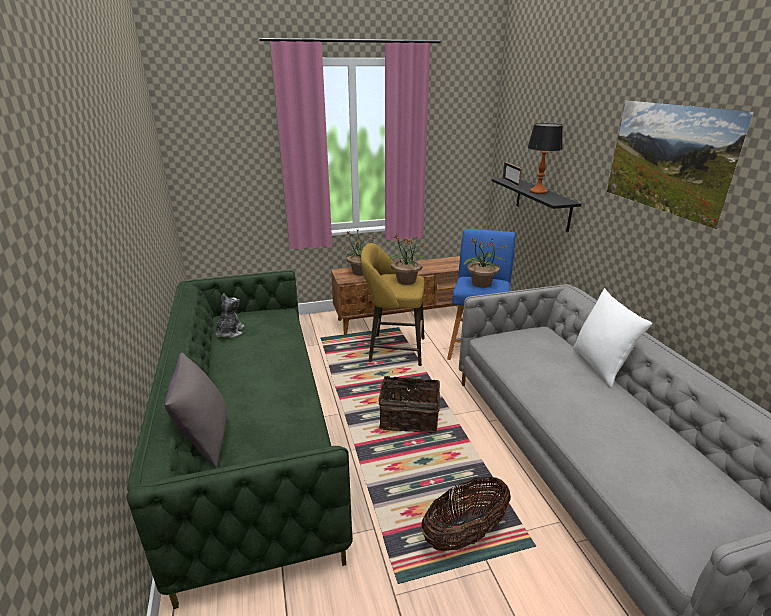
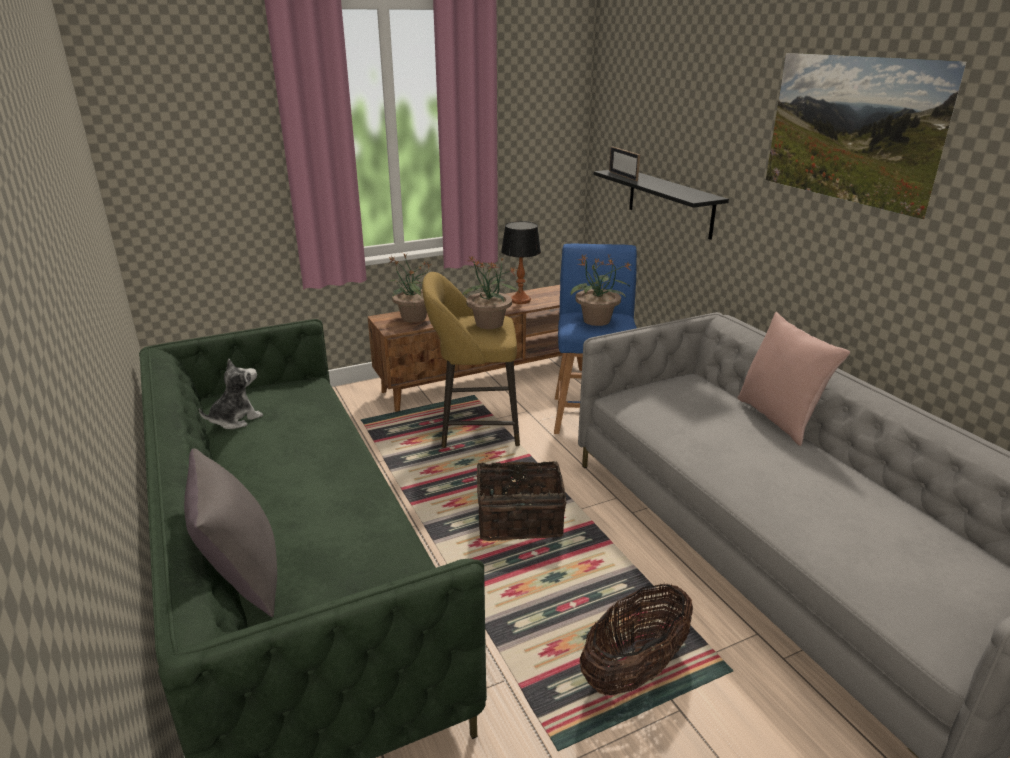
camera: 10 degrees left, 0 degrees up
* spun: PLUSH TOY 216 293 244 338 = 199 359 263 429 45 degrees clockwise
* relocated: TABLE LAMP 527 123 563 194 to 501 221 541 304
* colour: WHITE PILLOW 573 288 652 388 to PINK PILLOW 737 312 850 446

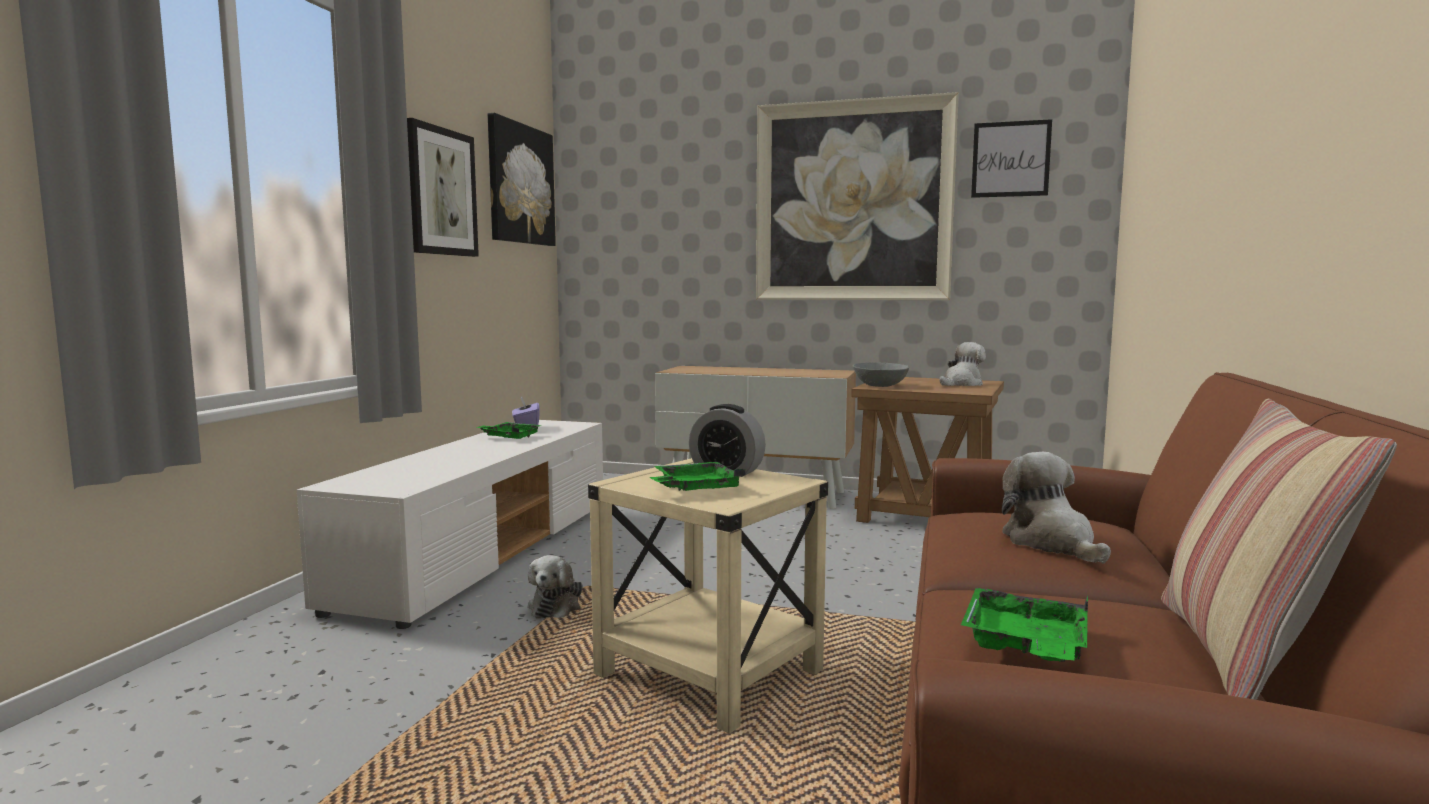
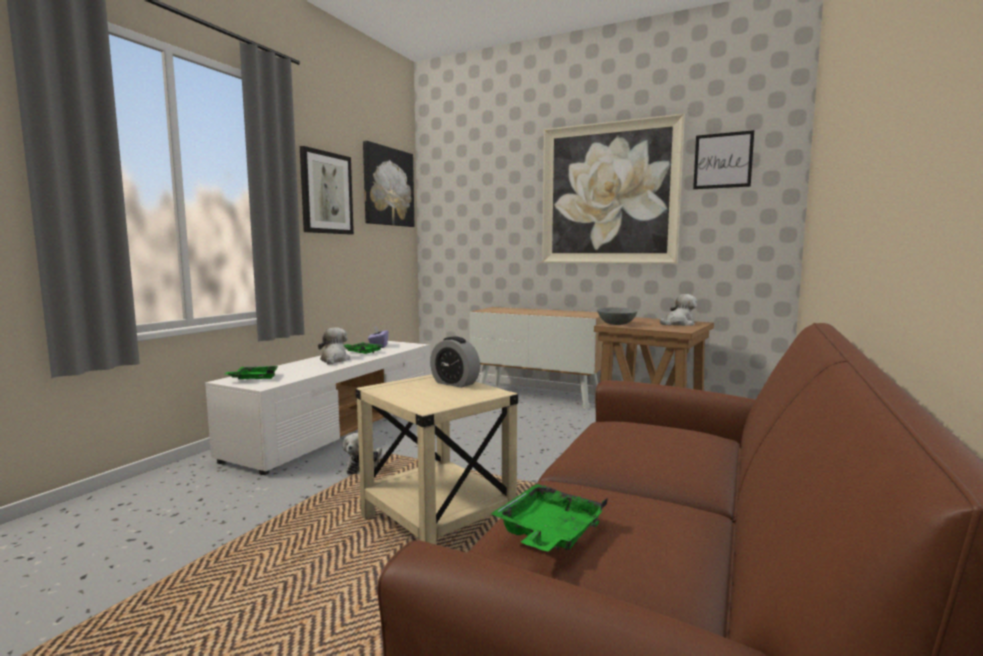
camera: 10 degrees right, 0 degrees up
* relocated: GREEN TRAY 650 462 745 491 to 225 366 278 379
* relocated: PLUSH TOY 1002 452 1111 564 to 318 328 350 365
* missing: PILLOW 1161 399 1397 700

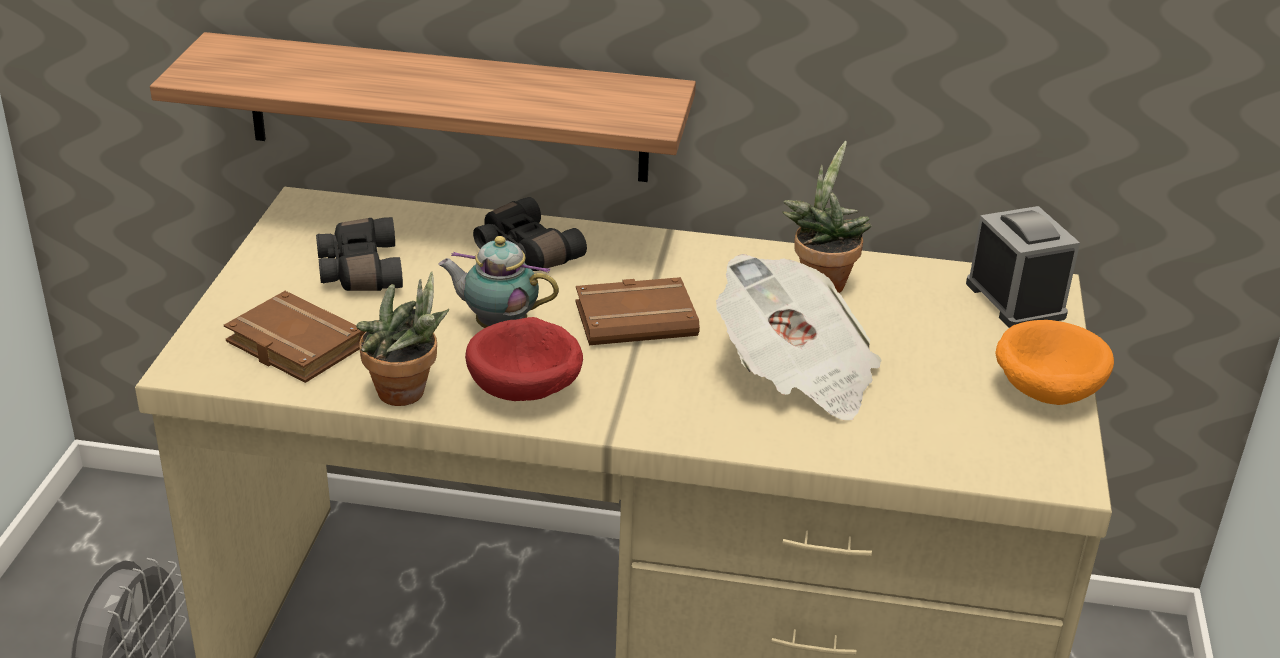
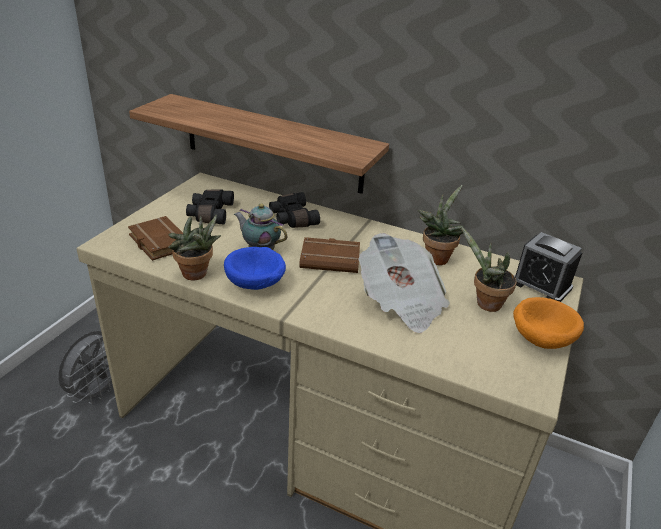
camera: 15 degrees right, 0 degrees up
* colour: RED BOWL 465 317 583 401 to BLUE BOWL 224 247 286 290
* spun: ALARM CLOCK 966 206 1080 328 = 514 232 582 302 135 degrees clockwise
* appeared: POTTED PLANT 461 226 517 312

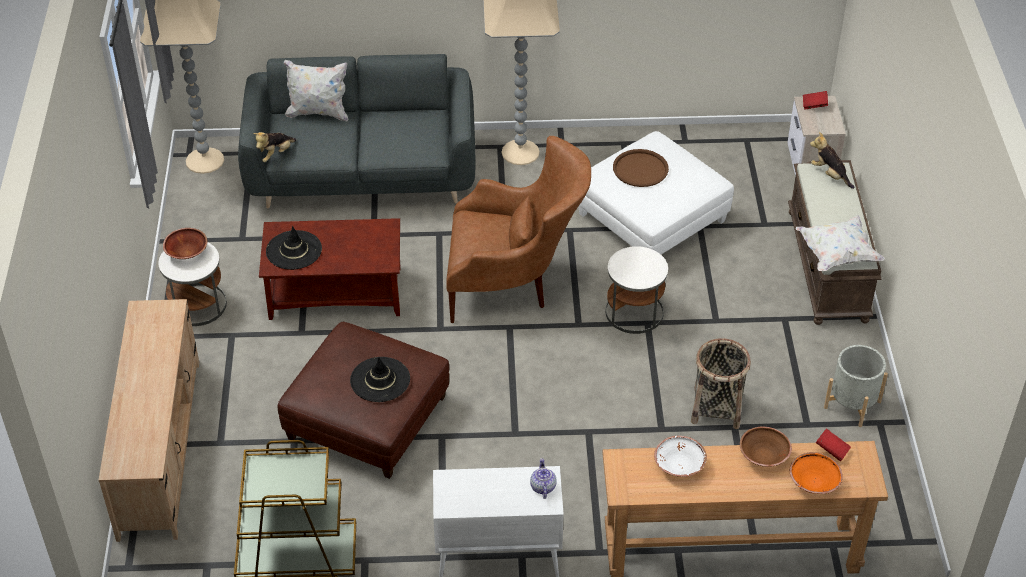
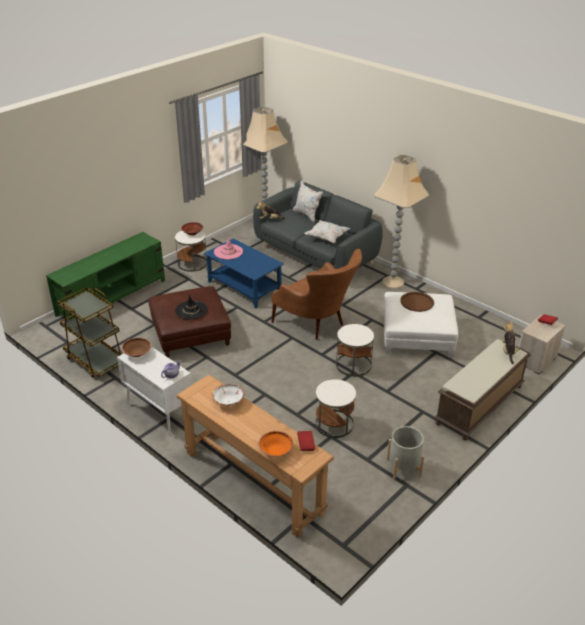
camera: 45 degrees right, 10 degrees down
* colour: BEIGE TV STAND 99 299 199 542 to GREEN TV STAND 46 232 165 320
* colour: BROWN COFFEE TABLE 259 218 401 320 to BLUE COFFEE TABLE 204 239 284 308
* colour: BLACK HAT 266 226 322 270 to PINK HAT 214 237 243 259
* exchanged: BASKET 691 338 751 429 to WHITE SIDE TABLE 315 379 356 438
* relocated: BROWN BOWL 740 427 792 467 to 122 338 151 357
* relocated: WHITE PILLOW 796 215 885 271 to 304 220 350 243

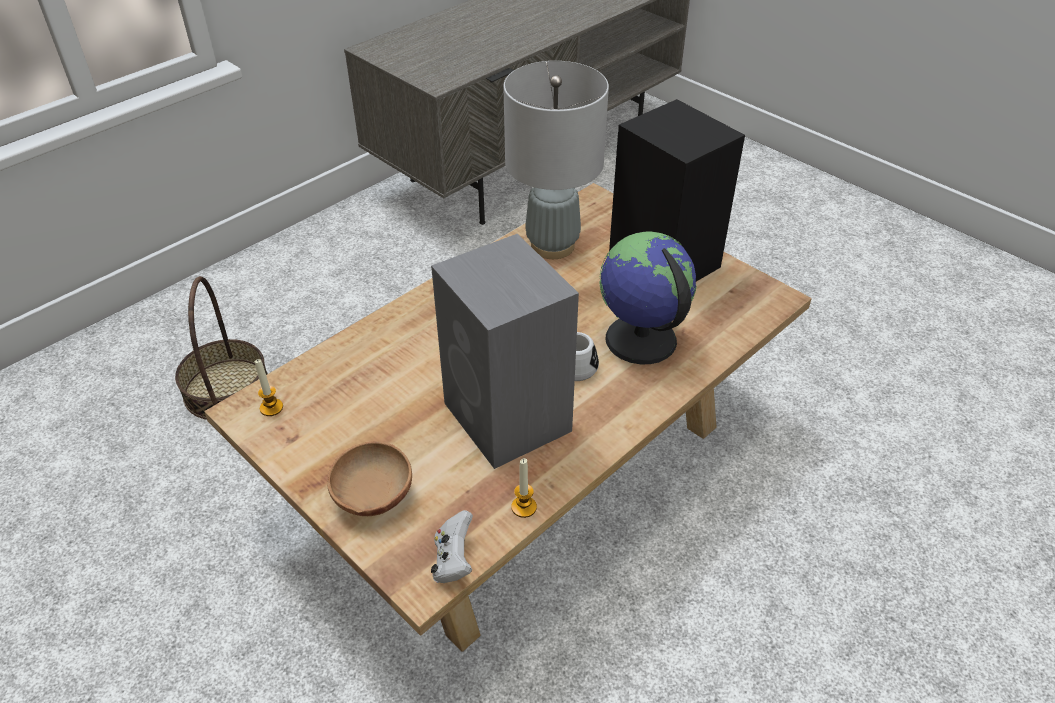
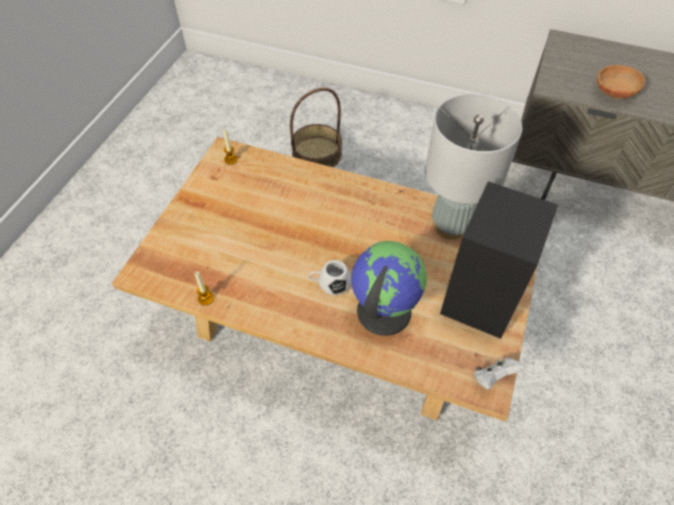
camera: 65 degrees right, 10 degrees up
* relocated: BROWN BOWL 327 441 412 516 to 597 65 645 99
* missing: GREY SPEAKER 431 234 579 469
* relocated: WHITE GAME CONTROLLER 431 510 473 583 to 474 357 525 390

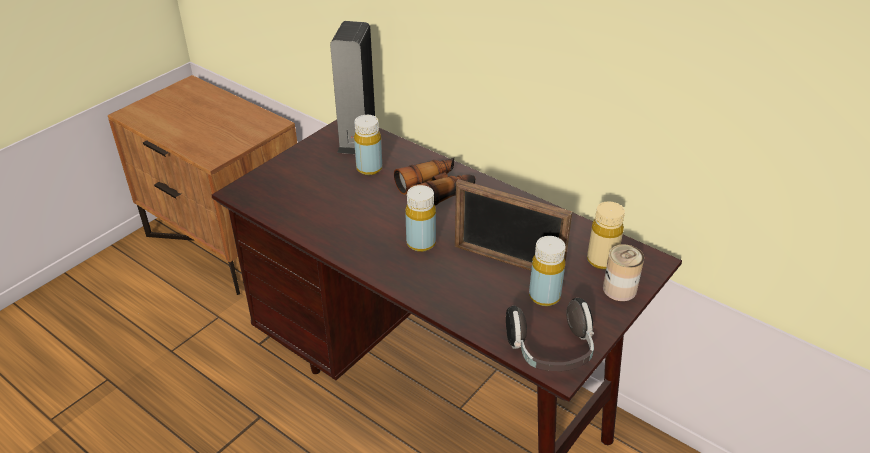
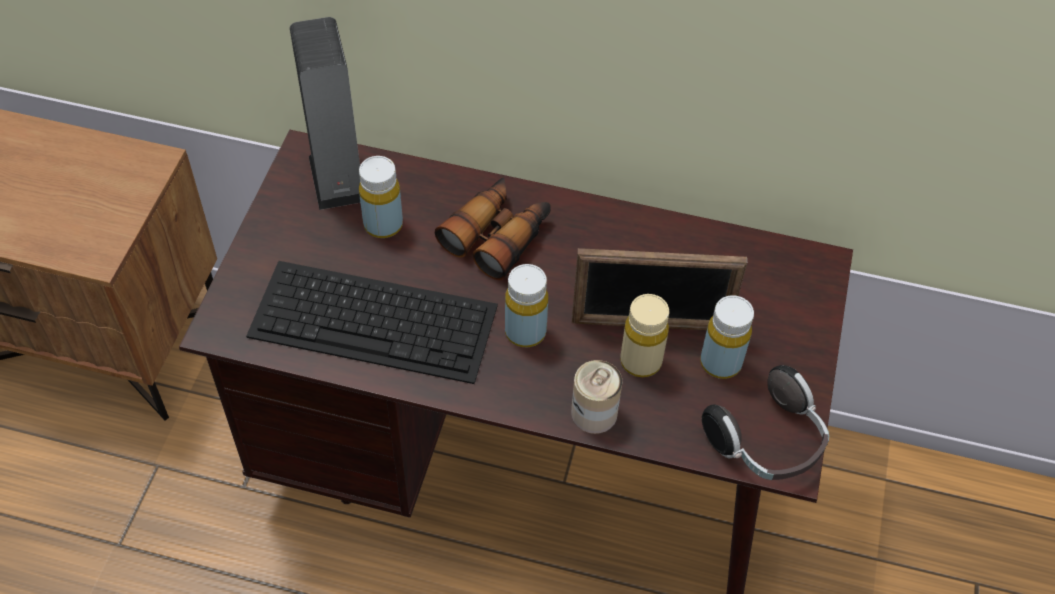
camera: 25 degrees left, 15 degrees up
* relocated: BEIGE BOTTLE 587 201 625 269 to 620 294 669 377
* relocated: CAN 603 244 644 301 to 571 360 623 434
* appeared: KEYBOARD 246 261 498 384

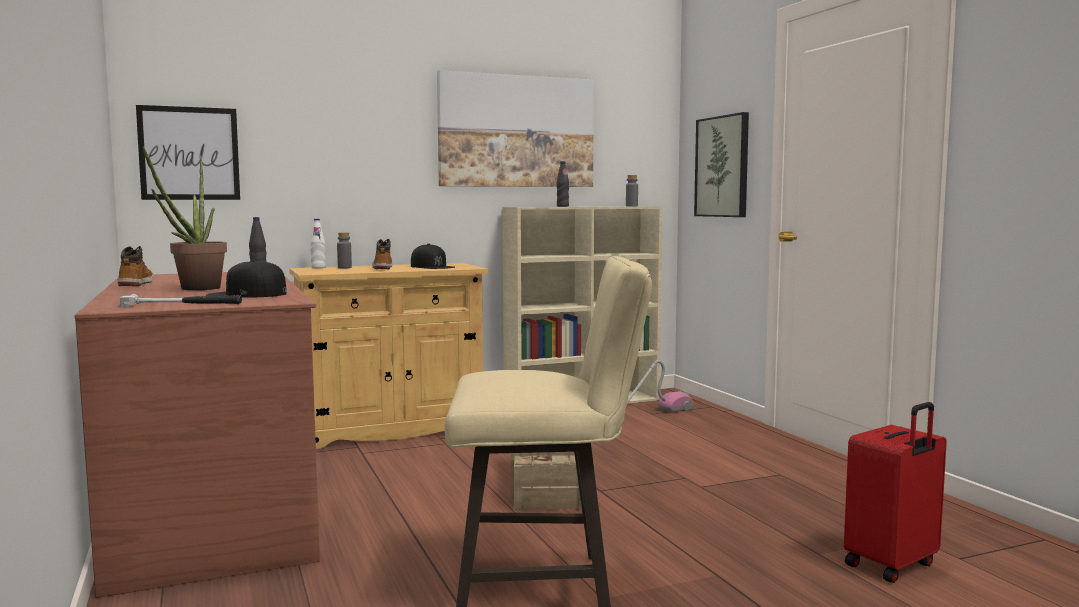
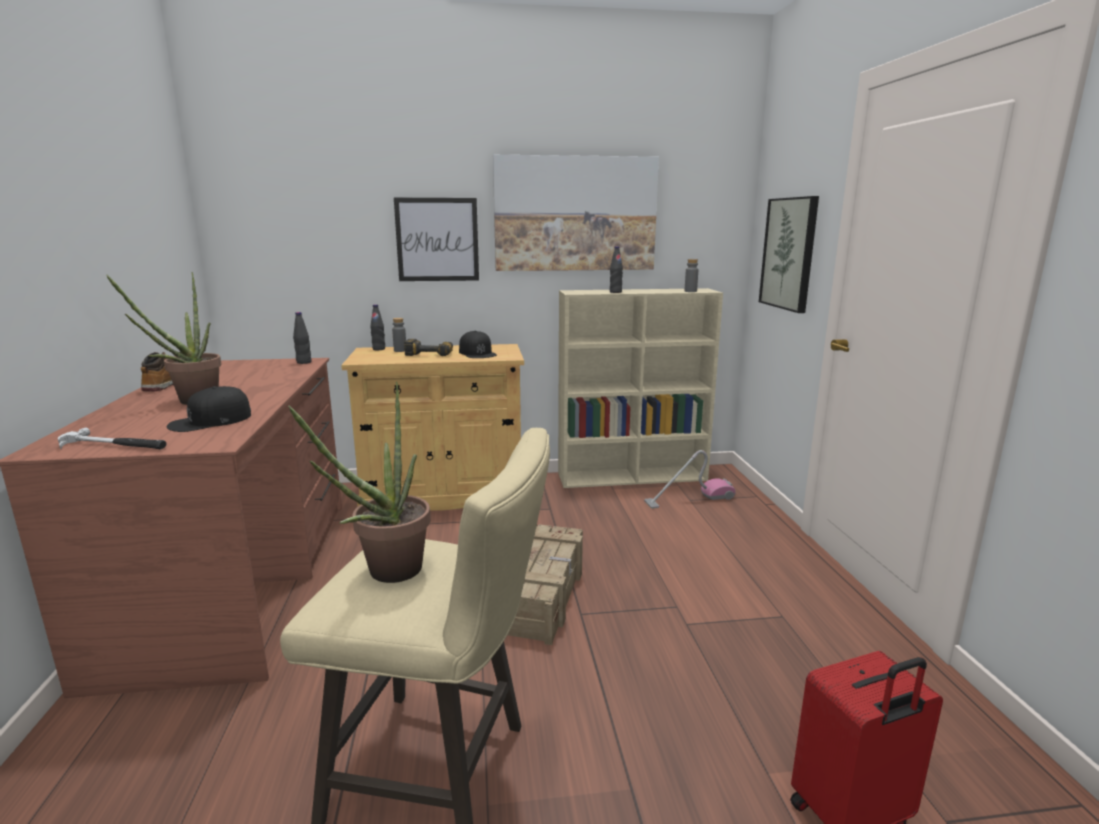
camera: 15 degrees right, 10 degrees up
* relocated: PICTURE 136 105 240 200 to 394 198 479 281
* spun: BLACK CAP 206 260 287 298 = 167 386 251 432 60 degrees counterclockwise
* colour: WHITE BOTTLE 310 219 326 268 to BLACK BOTTLE 370 304 385 350
* exchanged: BOOT 372 239 392 269 to POWER DRILL 404 339 453 356
* appeared: POTTED PLANT 288 382 431 583

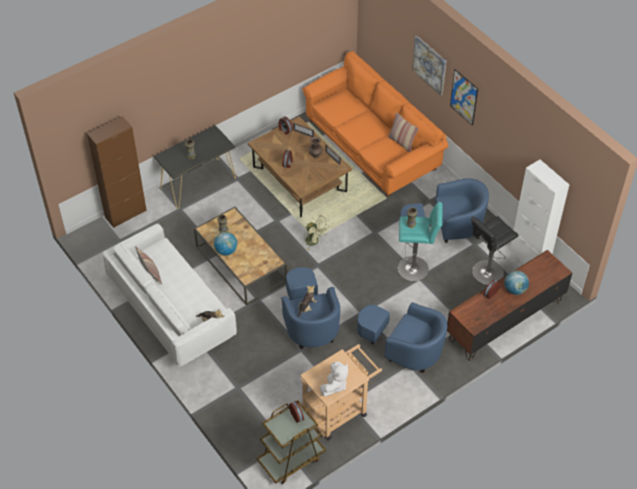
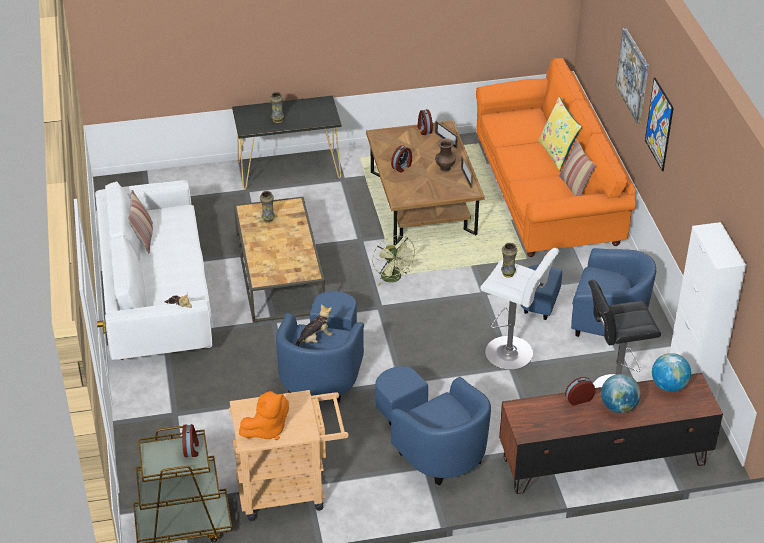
camera: 25 degrees right, 10 degrees down
* missing: BROWN CABINET 87 116 147 228
* relocated: GLOBE 214 232 237 255 to 652 353 691 392
* colour: WHITE PLUSH TOY 320 361 348 396 to ORANGE PLUSH TOY 239 391 289 440
* colour: TURQUOISE STOOL 398 202 442 281 to WHITE STOOL 480 248 559 370
* appeared: YELLOW PILLOW 538 97 582 171

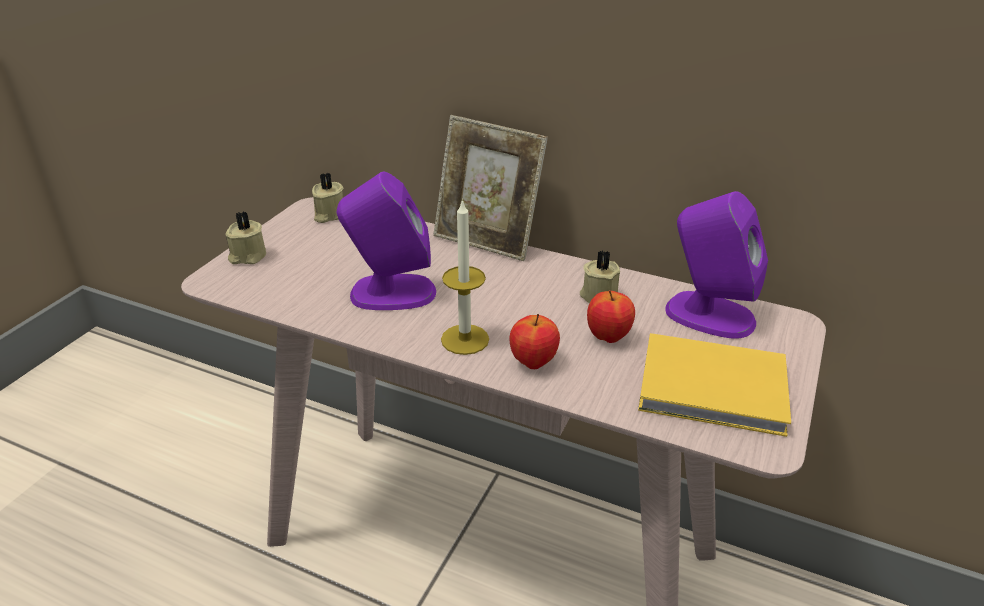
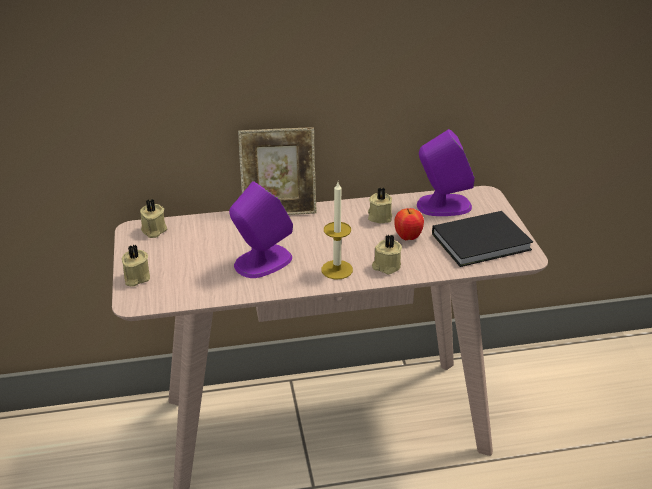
camera: 35 degrees left, 0 degrees up
* exchanged: APPLE 509 314 560 369 to BEIGE CANDLE 372 234 402 274
* colour: YELLOW BOOK 638 333 791 437 to BLACK BOOK 432 211 533 267

